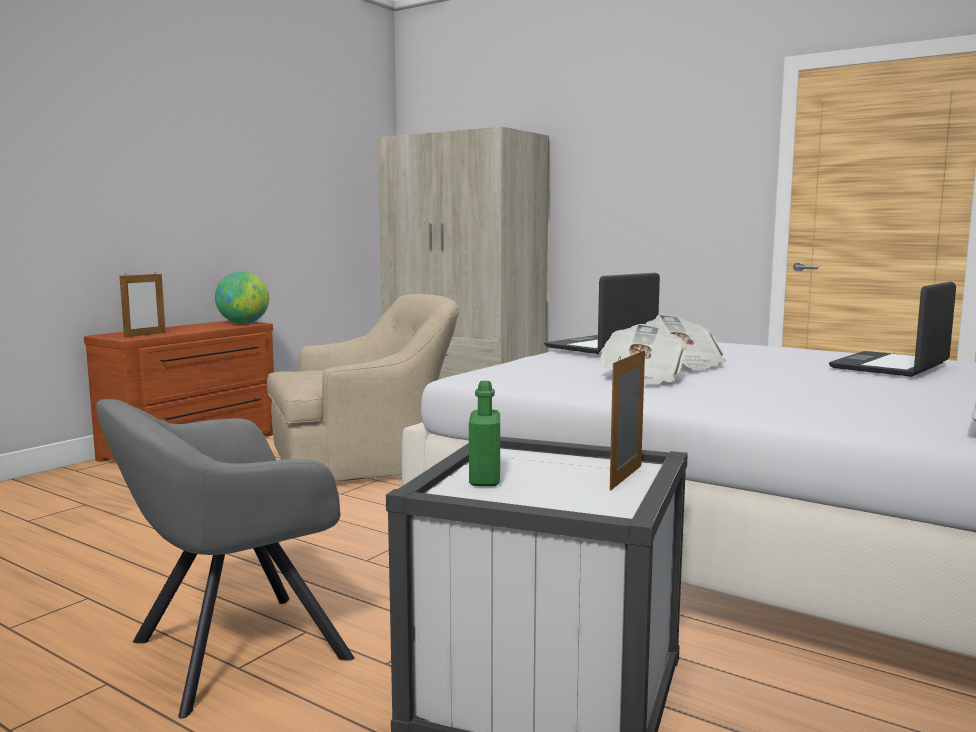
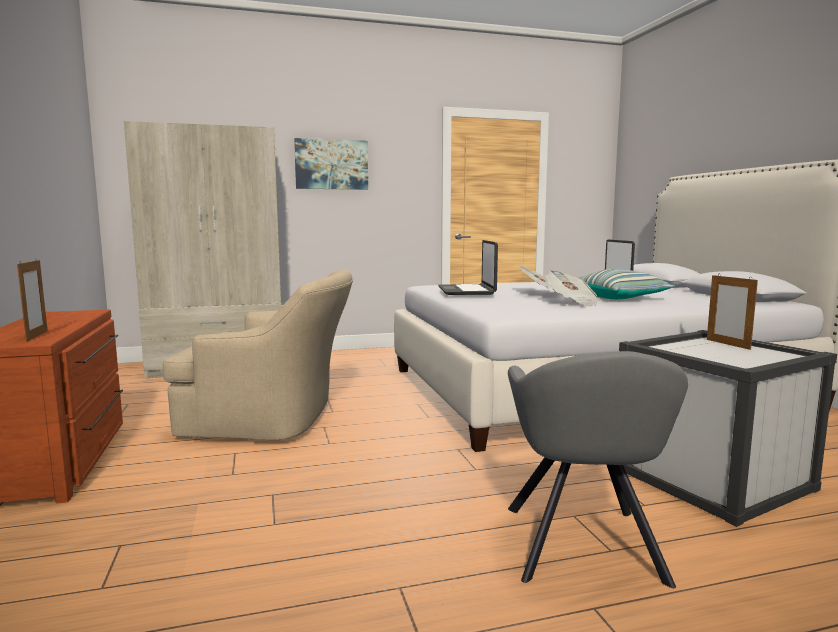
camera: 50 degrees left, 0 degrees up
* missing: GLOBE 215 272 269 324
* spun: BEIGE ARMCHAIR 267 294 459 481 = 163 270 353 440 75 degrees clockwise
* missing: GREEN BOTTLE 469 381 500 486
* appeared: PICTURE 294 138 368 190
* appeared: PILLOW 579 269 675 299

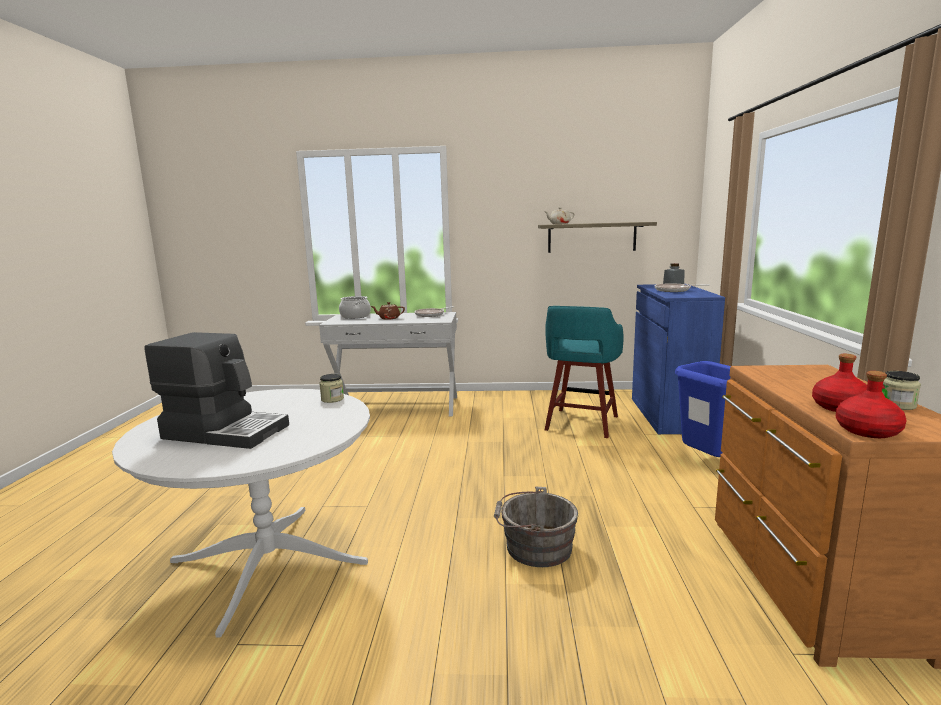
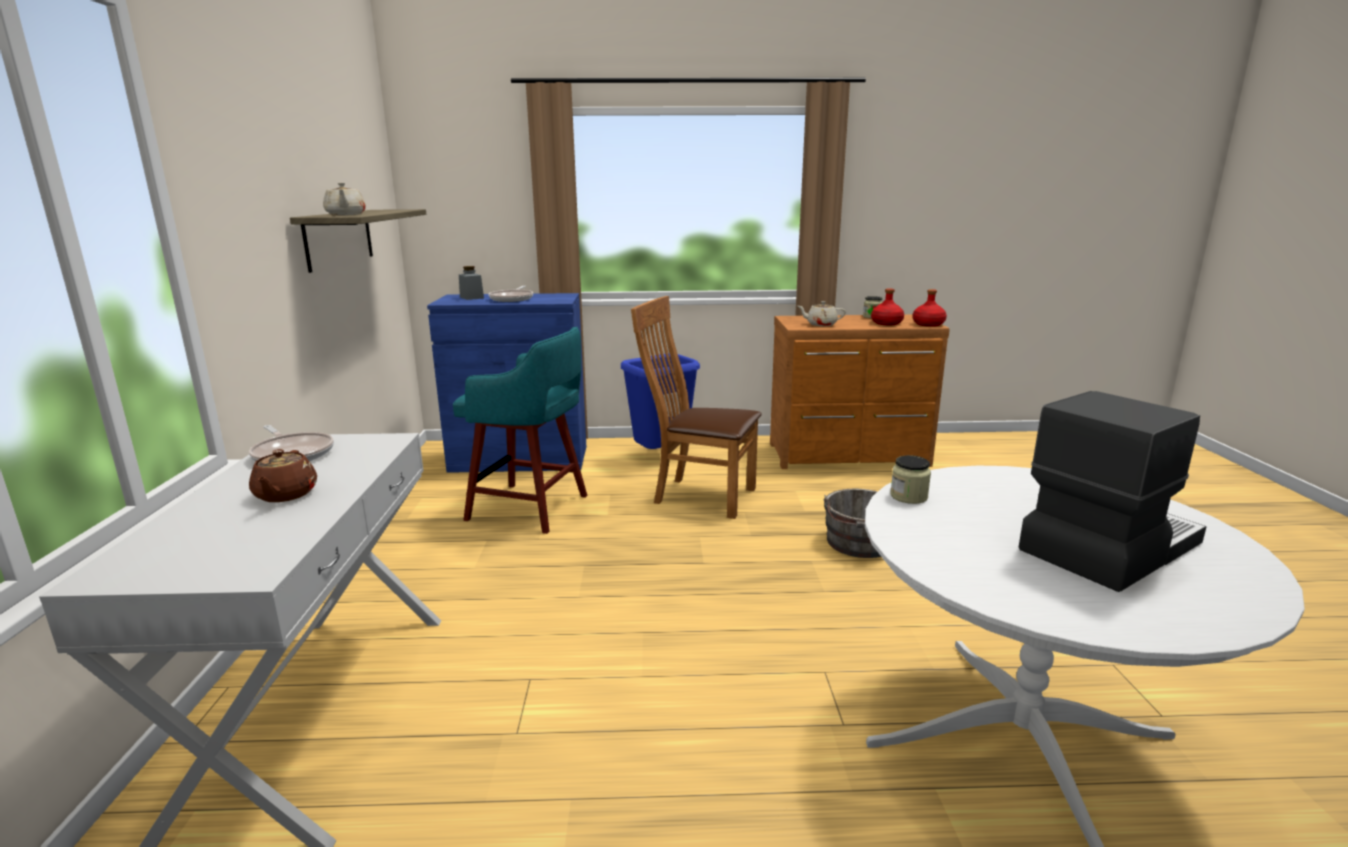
camera: 95 degrees left, 5 degrees up
* spun: COFFEE MACHINE 144 332 289 449 = 1019 391 1206 592 45 degrees clockwise
* missing: COOKING POT 339 296 371 319
* appeared: BROWN CHAIR 631 296 762 519
* appeared: BEIGE TEAPOT 798 301 846 326

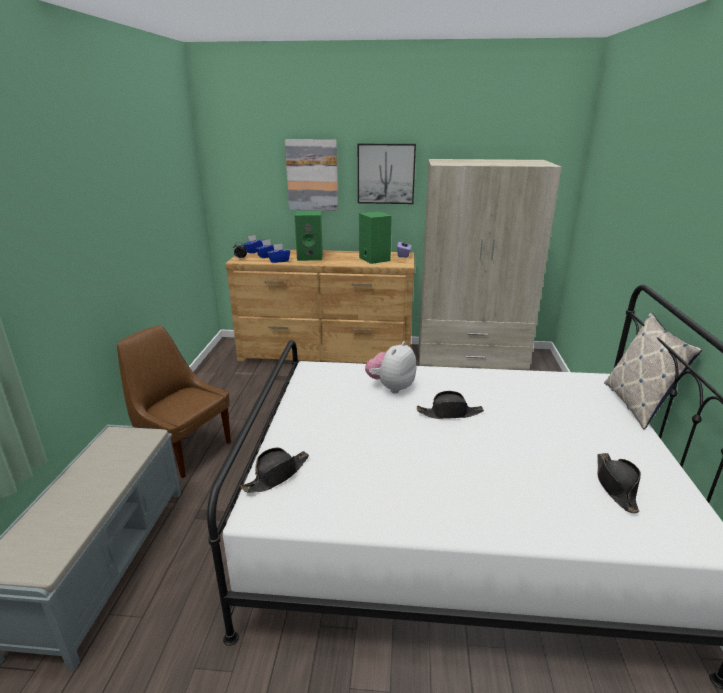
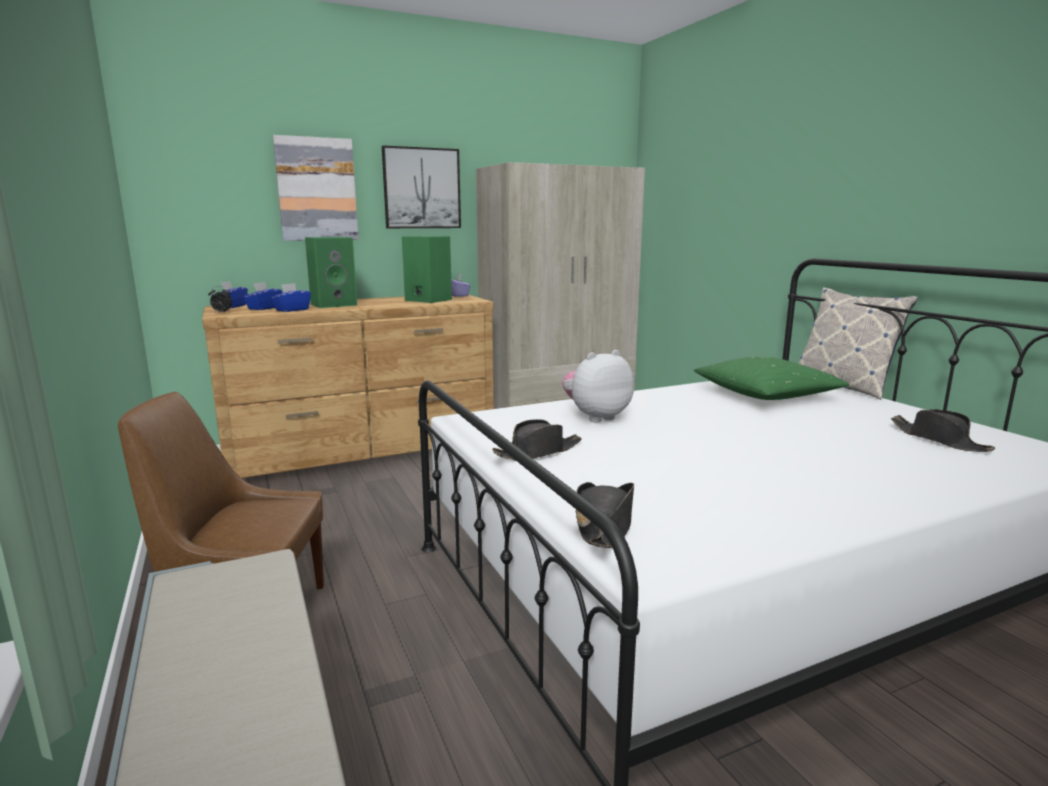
camera: 30 degrees left, 10 degrees down
* spun: PLUSH TOY 365 341 416 393 = 562 350 634 422 60 degrees clockwise
* relocated: BLACK HAT 417 391 484 419 to 492 419 582 461
* appeared: GREEN PILLOW 694 357 849 400

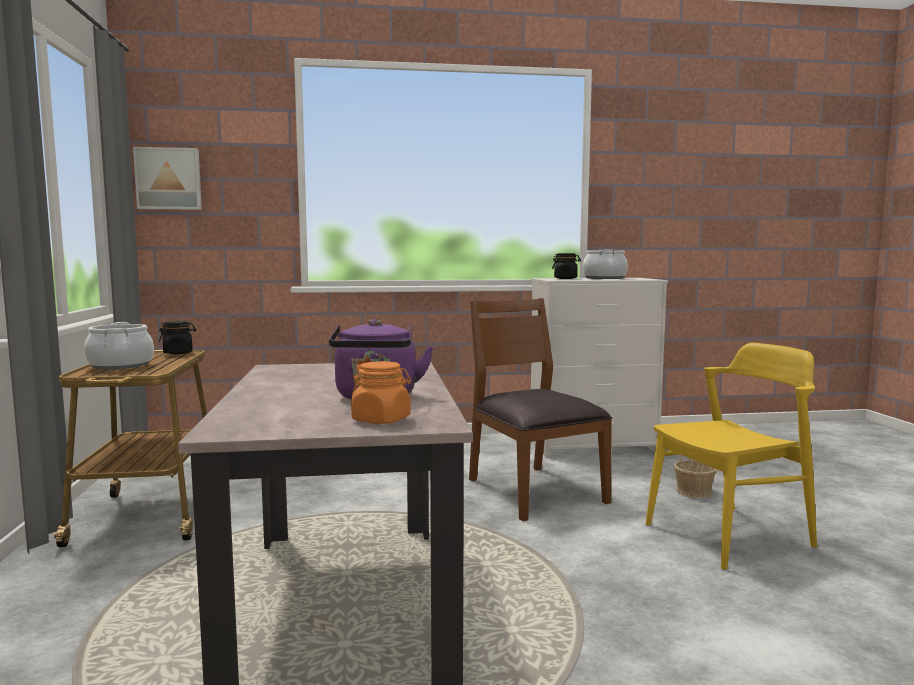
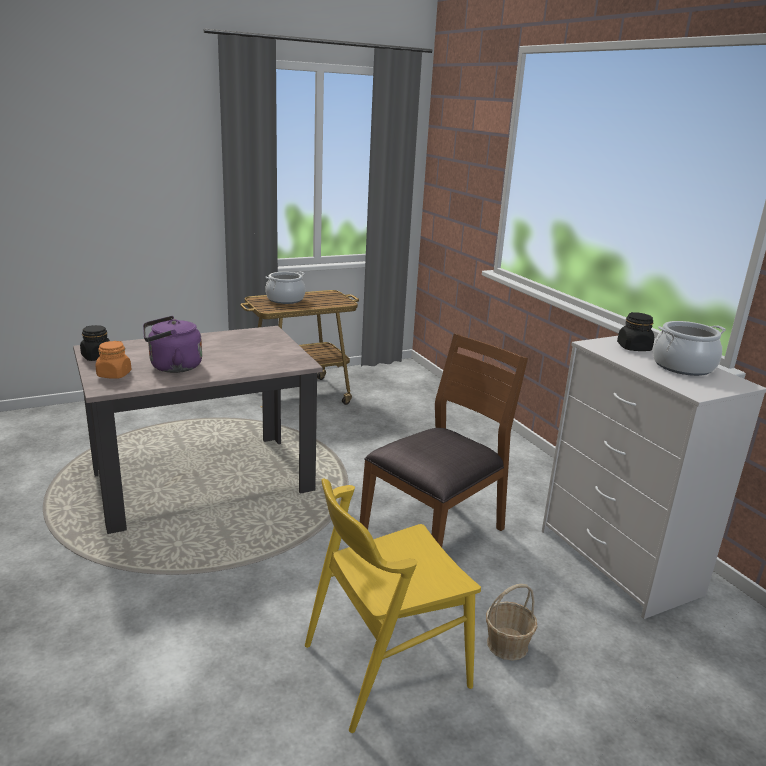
camera: 70 degrees right, 15 degrees up
* missing: PICTURE 133 147 202 210
* relocated: BLACK JAR 159 321 196 354 to 80 325 110 361
* spun: YELLOW CHAIR 646 342 817 570 = 305 478 481 733 105 degrees clockwise

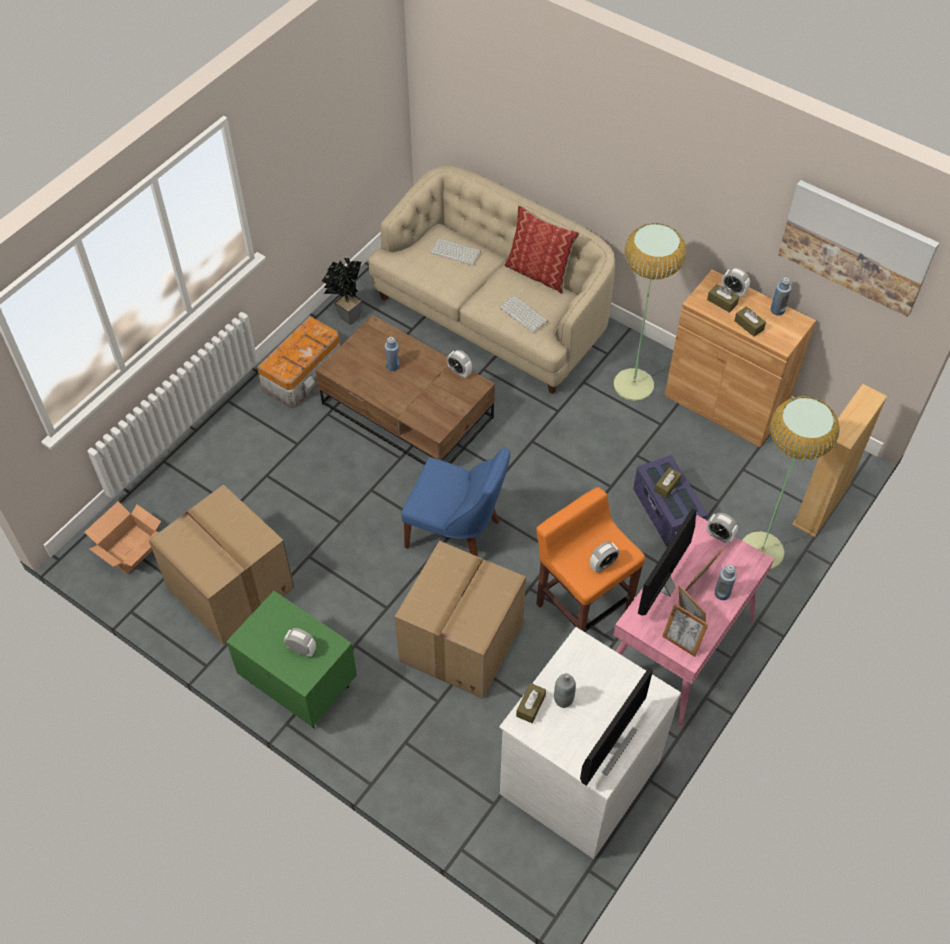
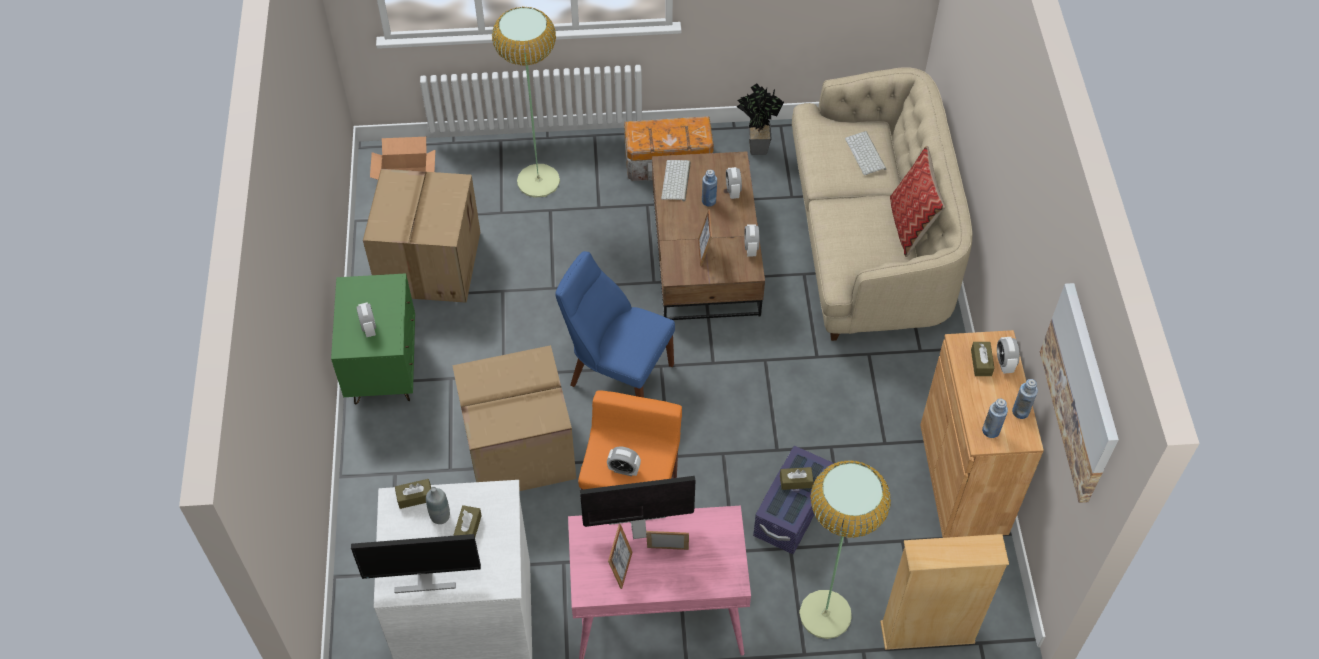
camera: 50 degrees right, 0 degrees up
* spun: BLUE CHAIR 402 447 510 556 = 555 251 675 398 135 degrees clockwise
* relocated: KEYBOARD 499 295 548 333 to 661 160 691 201
* relocated: FLOOR LAMP 613 223 686 401 to 492 7 560 198
* relocated: PICTURE FRAME 662 604 708 657 to 698 209 712 266
* relocated: ALARM CLOCK 706 513 738 543 to 726 167 742 199
* relocated: BLUE BOTTLE 714 564 737 600 to 982 399 1008 438
* relocated: BROWN TISSUE BOX 734 306 766 337 to 453 505 482 537

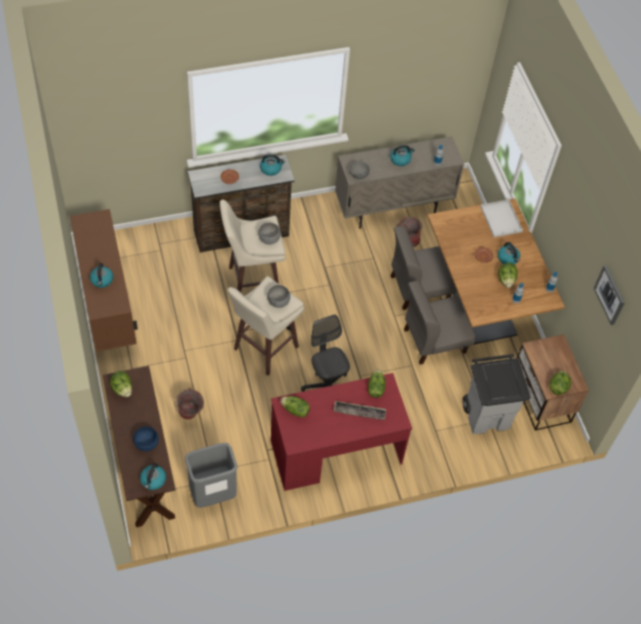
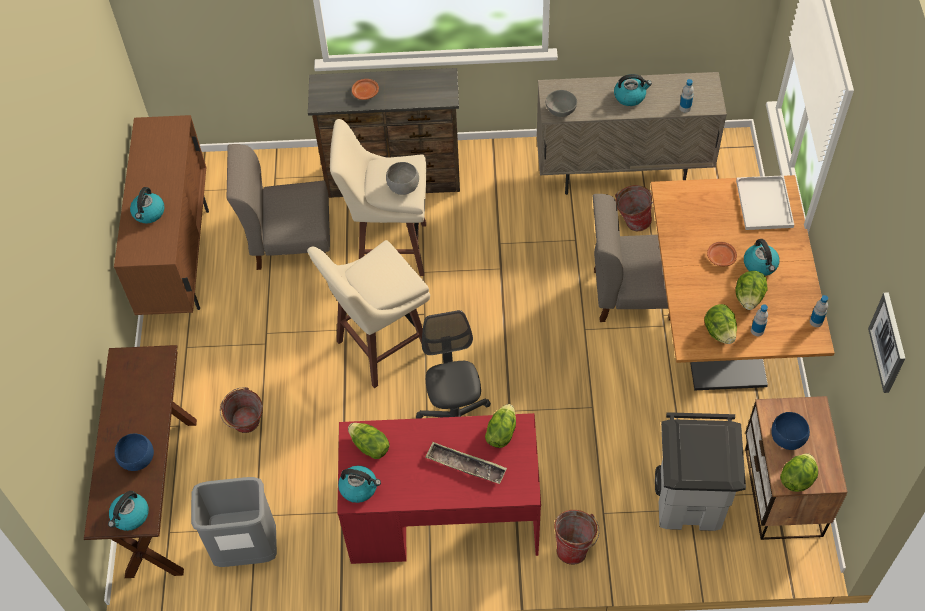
camera: 20 degrees right, 0 degrees up
* relocated: LETTUCE 110 371 132 397 to 704 304 737 344
* relocated: KETTLE 260 154 285 176 to 338 466 381 503
* missing: GREY BOWL 267 285 290 308
* relocated: GREY CHAIR 404 281 476 365 to 227 144 330 270
* appeared: BUCKET 554 510 599 565
* appeared: BLUE BOWL 771 412 810 450

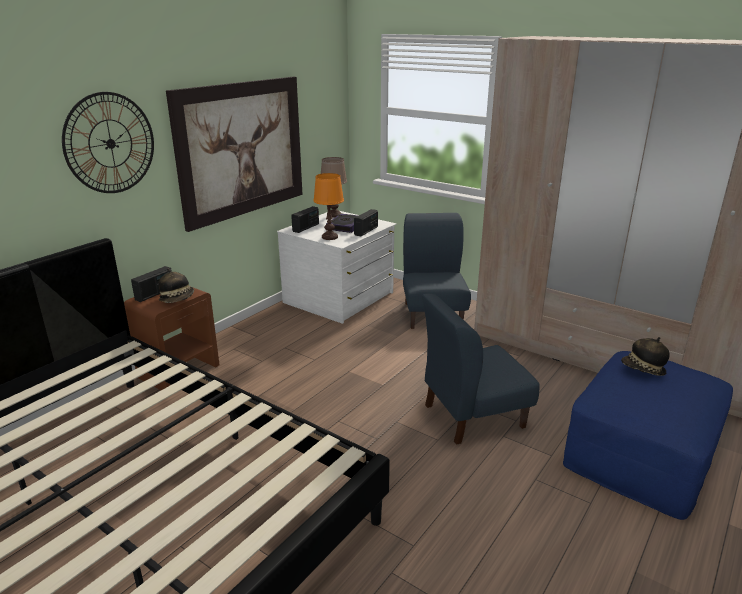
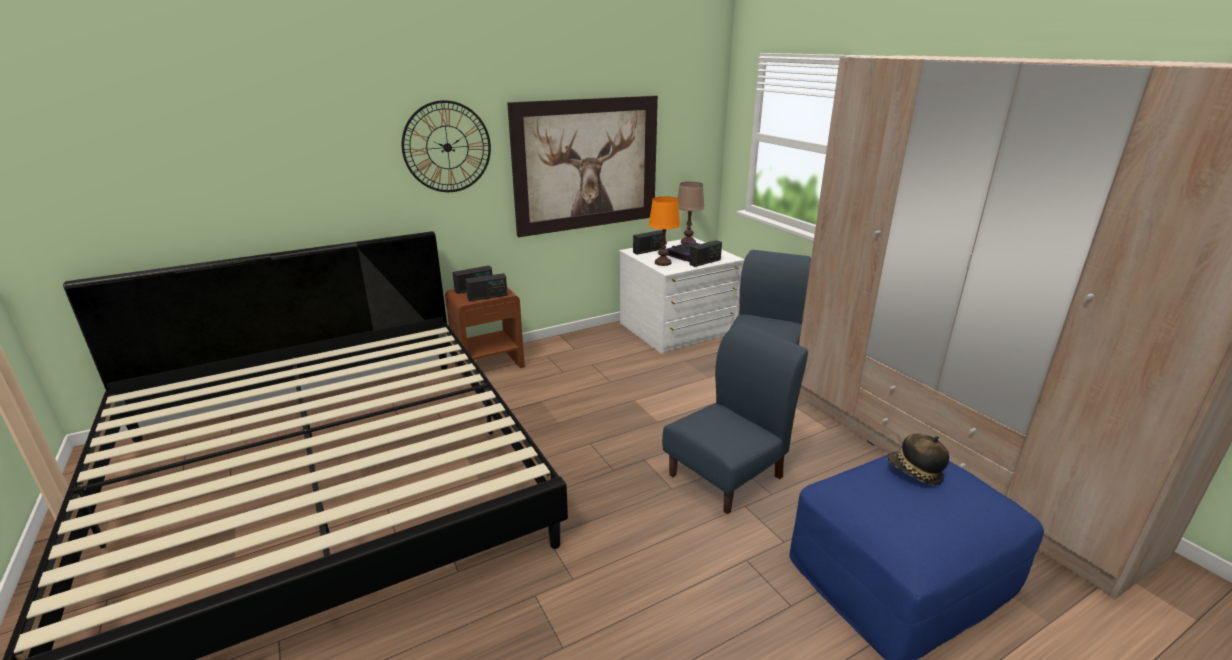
camera: 25 degrees right, 0 degrees up
* exchanged: HAT 158 269 194 303 to RADIO 465 273 508 301
* spun: BLUE CHAIR 422 294 540 445 = 662 323 808 514 135 degrees clockwise

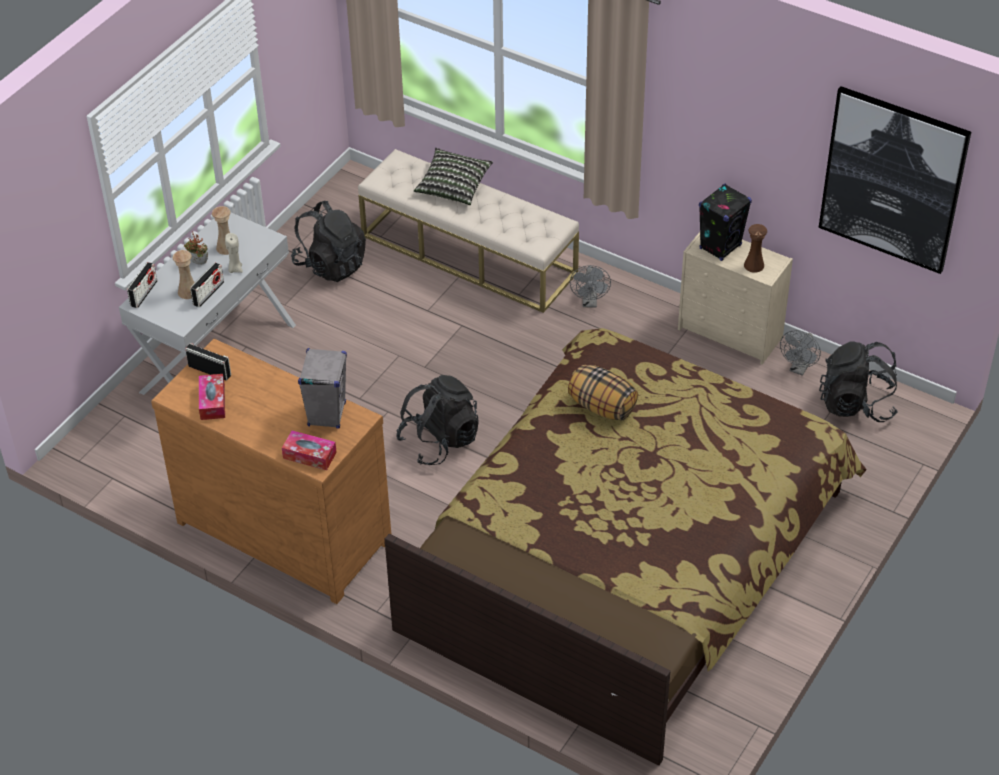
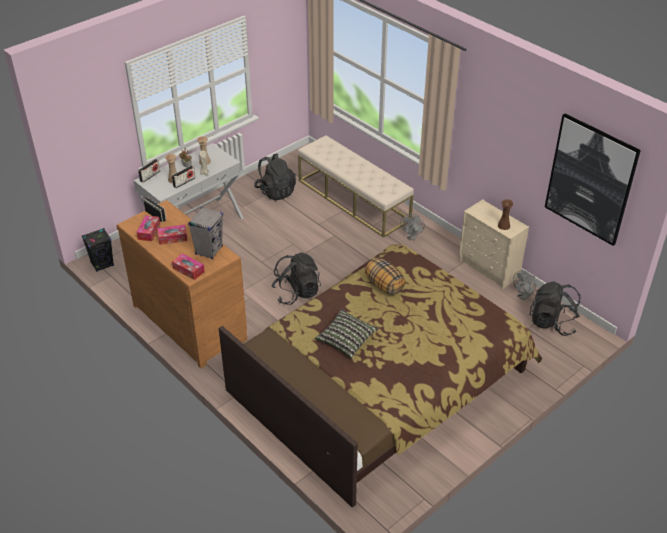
camera: 15 degrees right, 5 degrees down
* relocated: PILLOW 414 148 493 205 to 315 309 378 358
* relocated: BLACK SPEAKER 699 183 752 261 to 82 228 114 272
* appeared: TISSUE BOX 157 225 187 245

